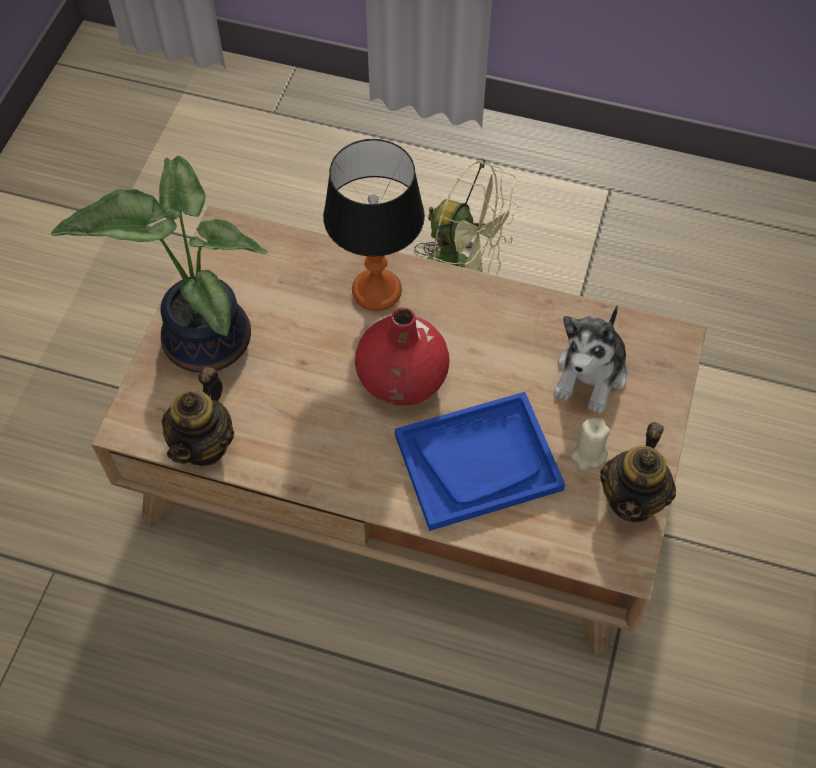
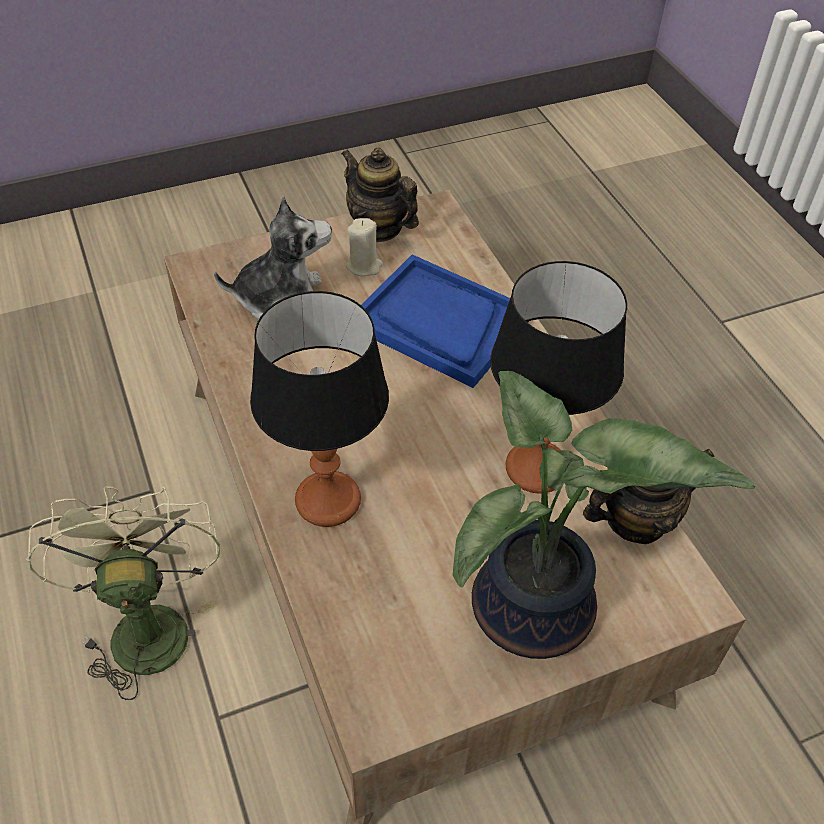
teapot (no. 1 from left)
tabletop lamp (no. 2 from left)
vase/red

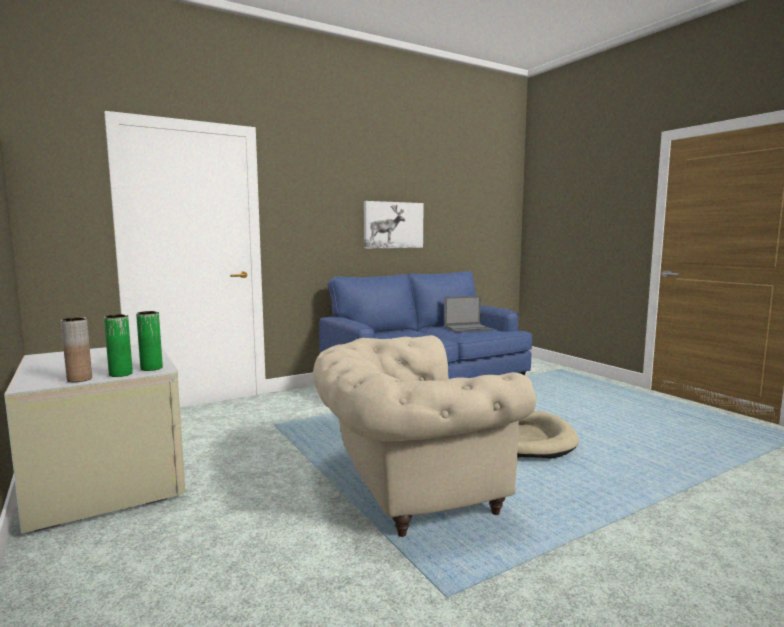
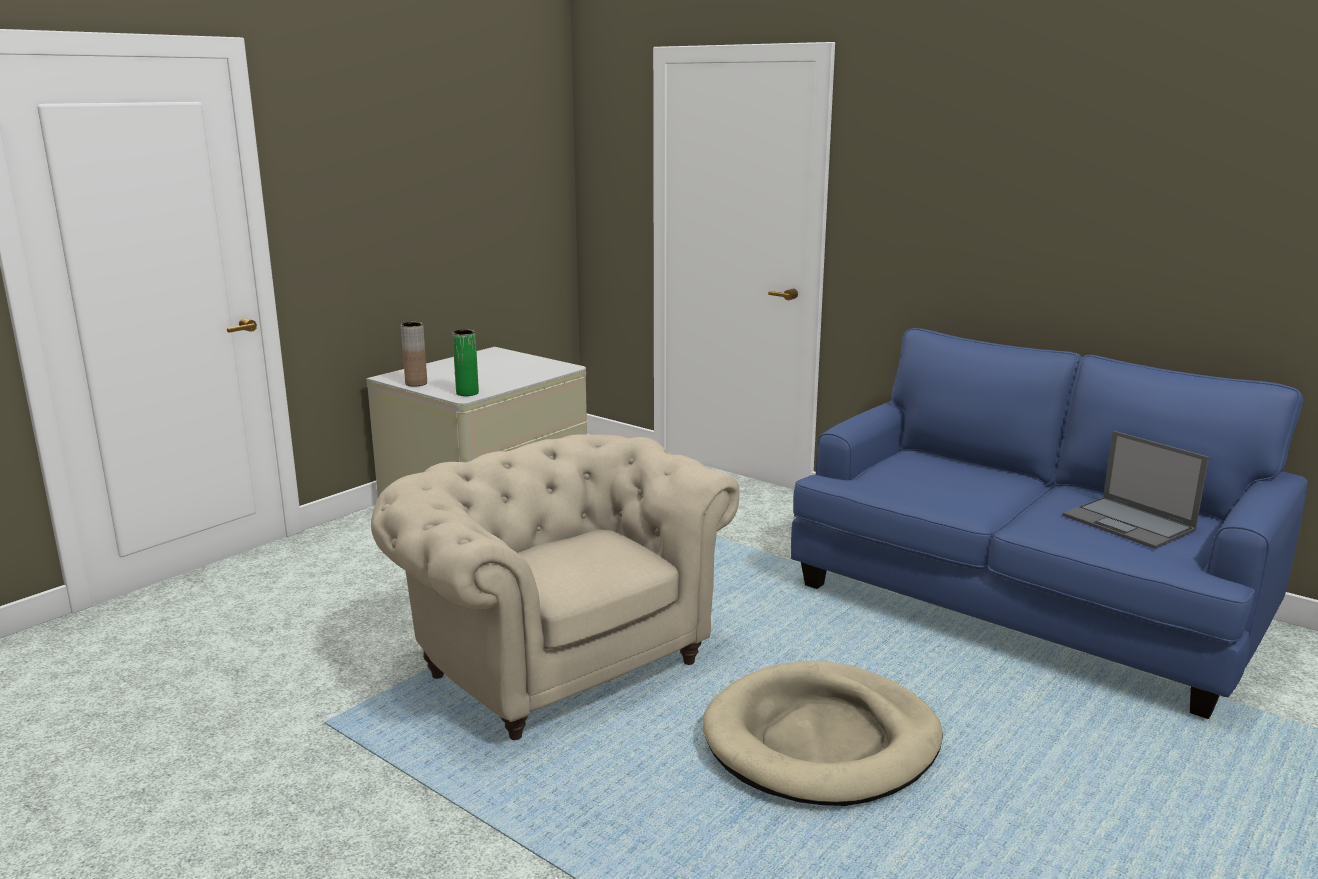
vase/green (no. 1 from left in the first image)
wall picture

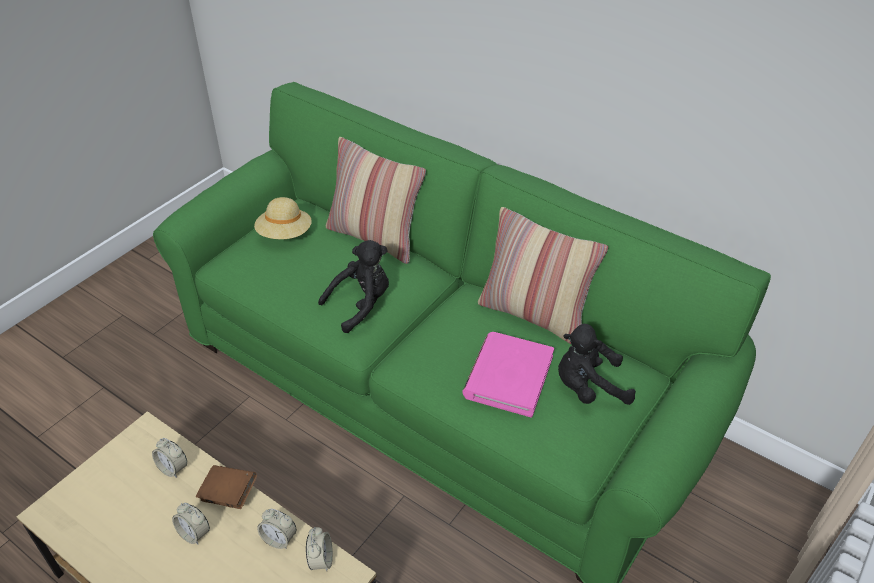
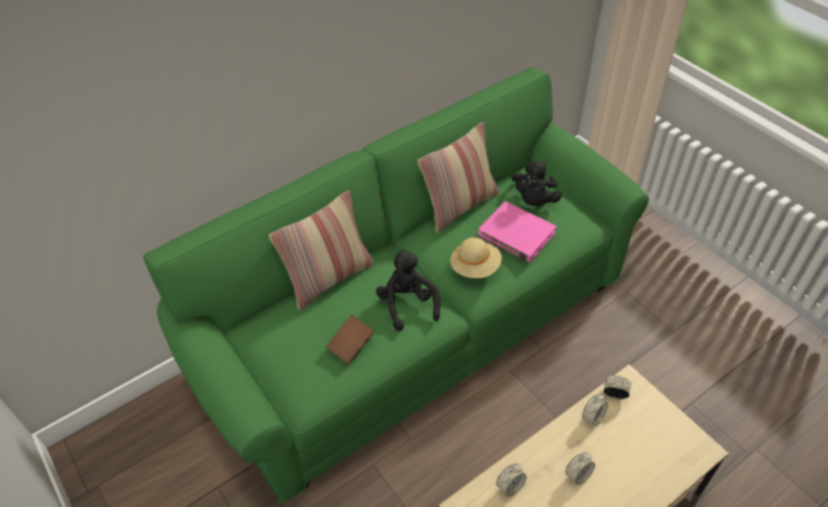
book/brown-coloured
wearable hat/beige-coloured

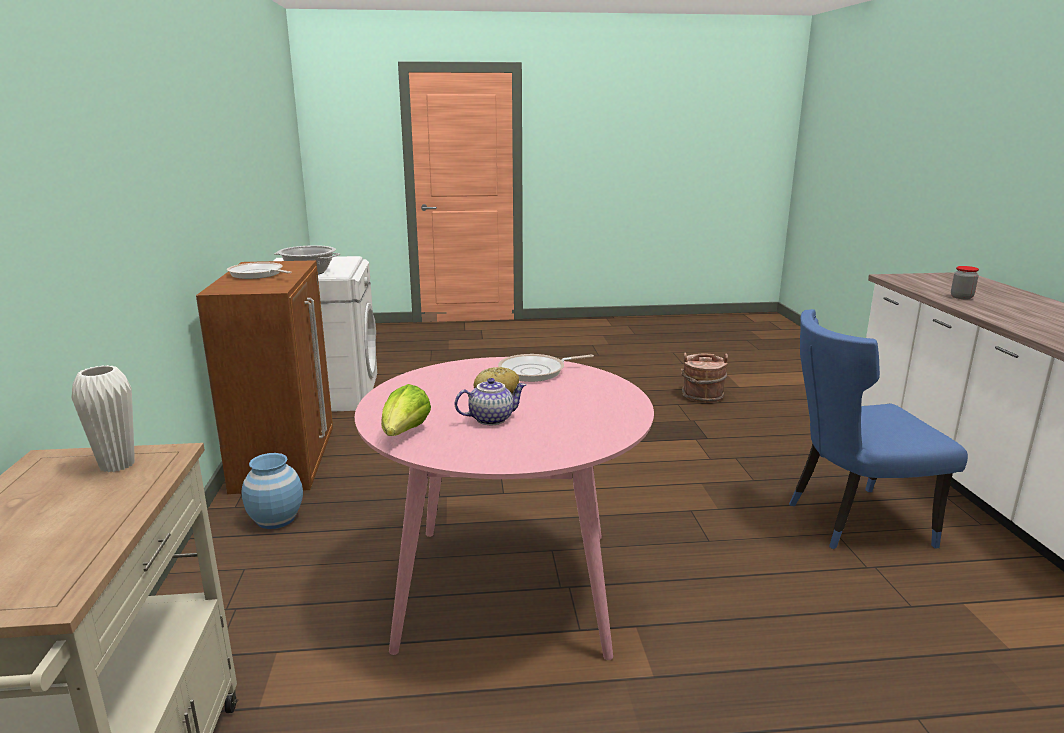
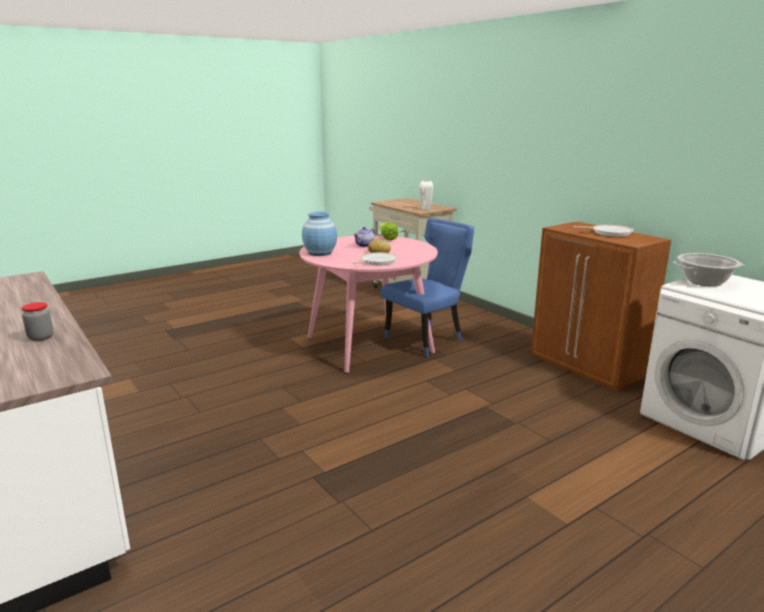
vase/blue
chair/blue
water bucket/brown-coloured

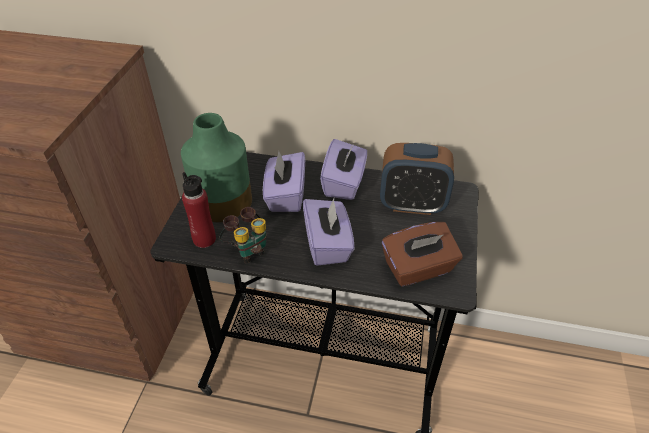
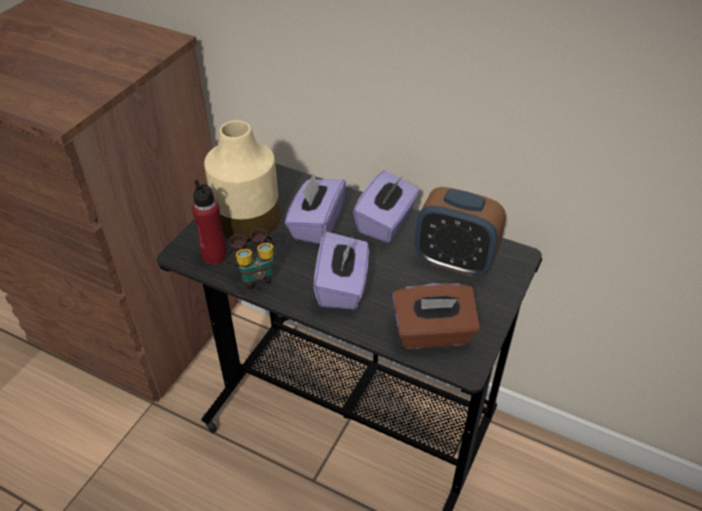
vase/beige-coloured

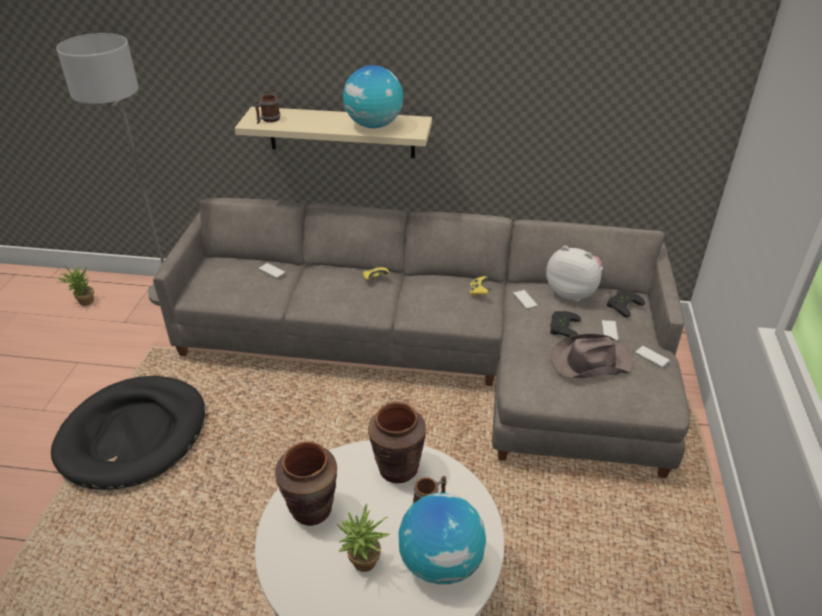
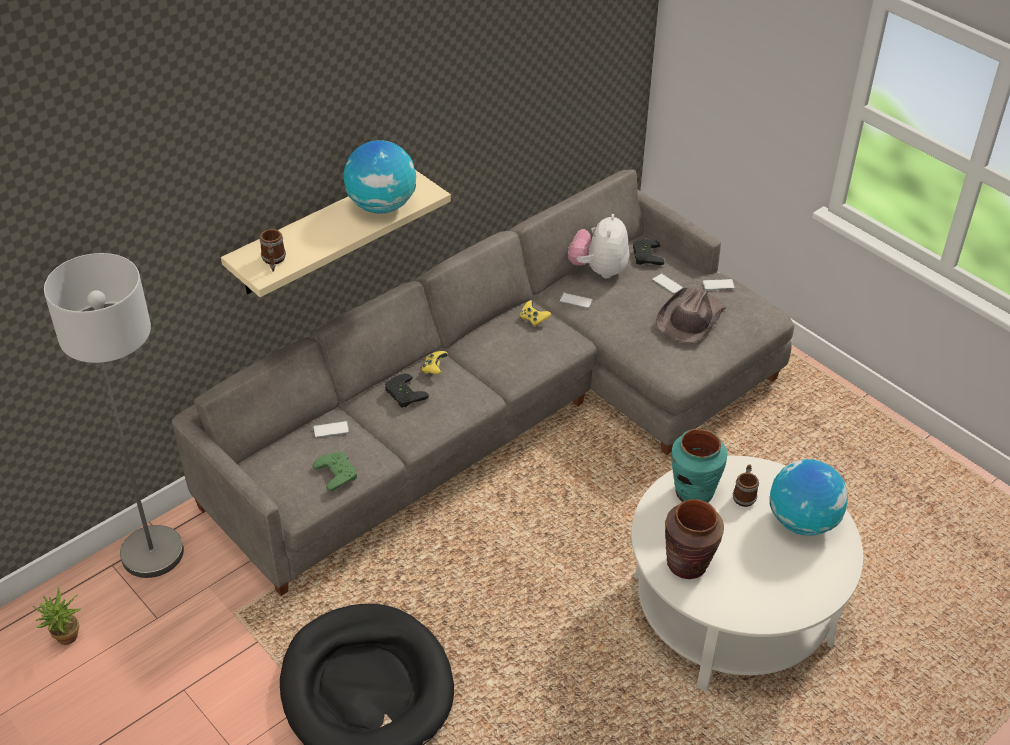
joypad/green
joypad/blackish (no. 1 from left)
soft toy
vase/turquoise
houseplant (no. 2 from left in the first image)

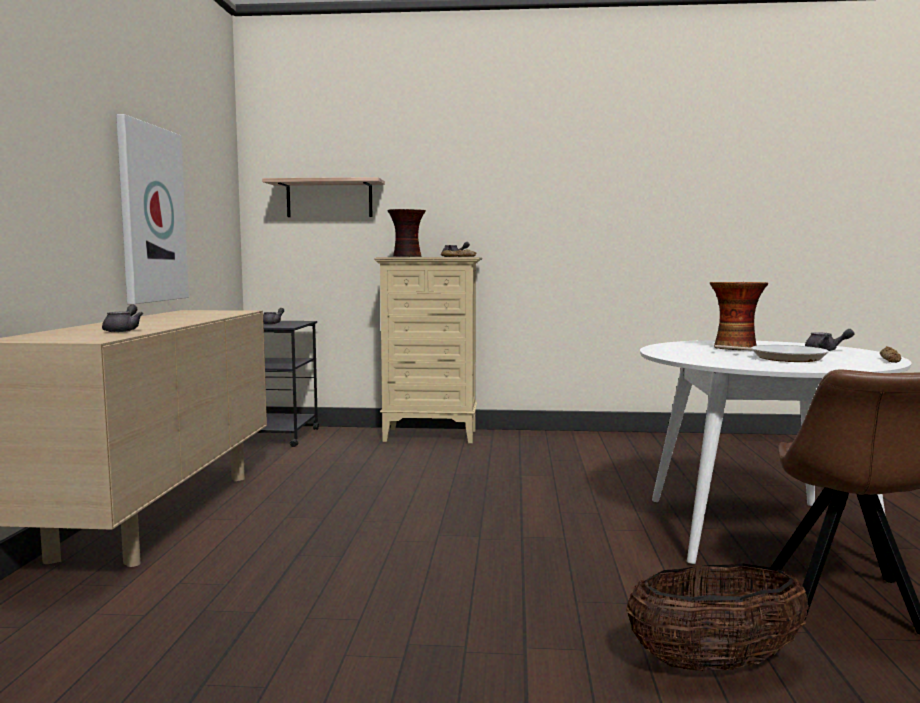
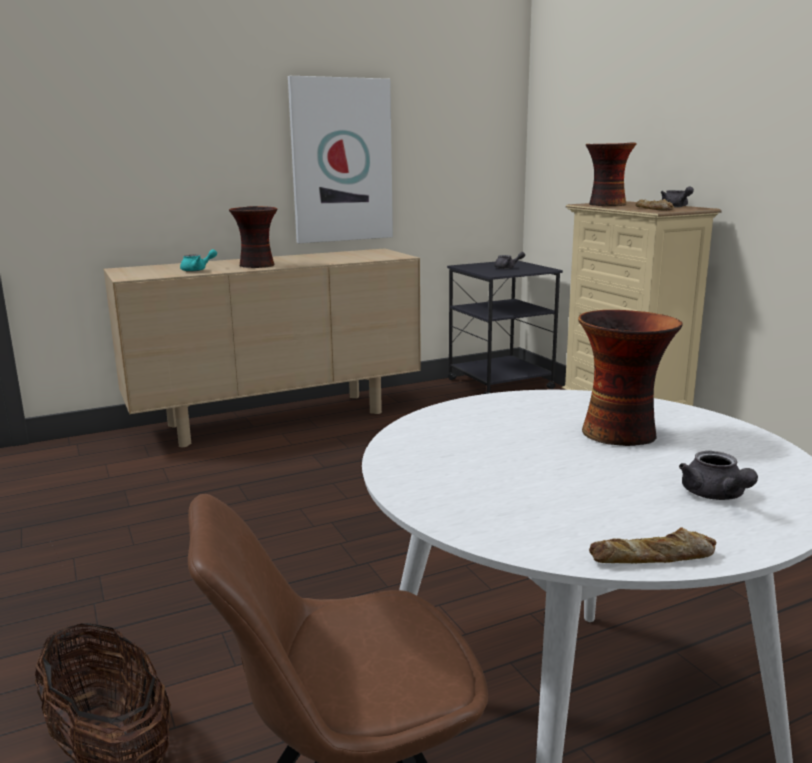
teapot/turquoise
vase (no. 1 from left)
wall shelf
frying pan

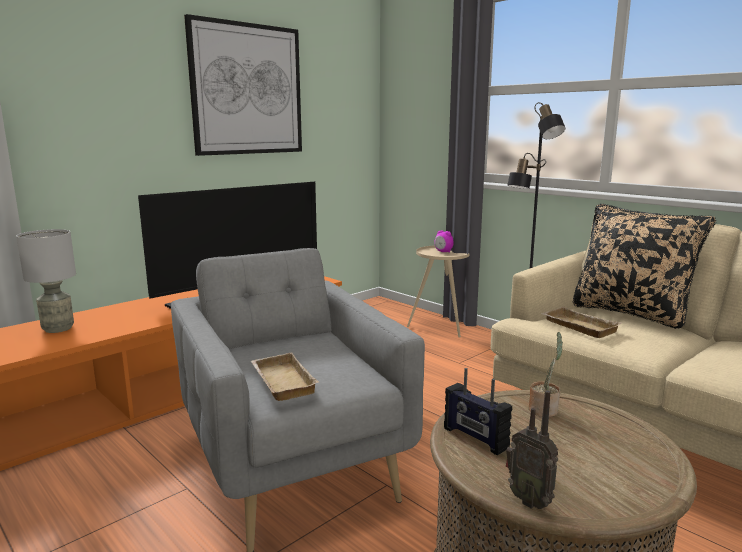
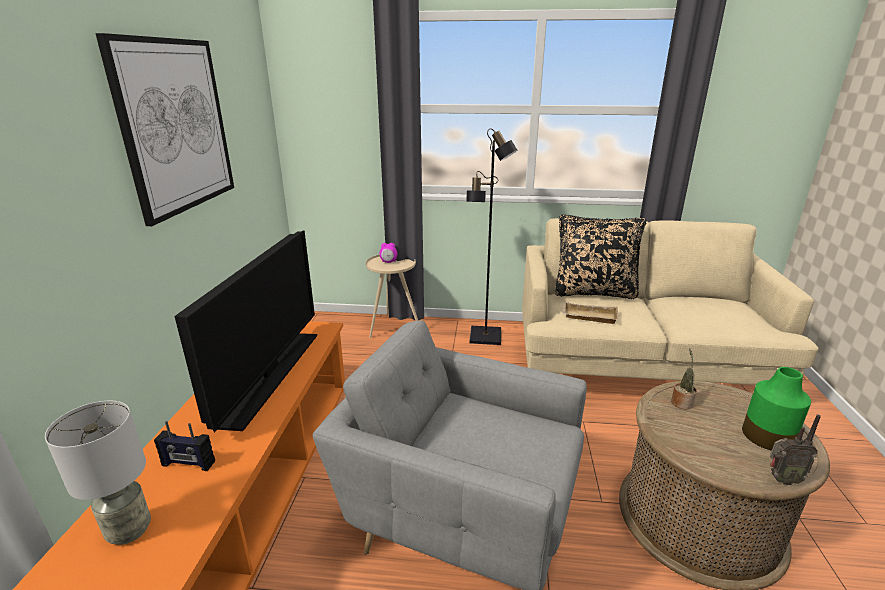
radio (no. 1 from left)
vase/green
carrying tray/beige-coloured (no. 1 from left in the first image)

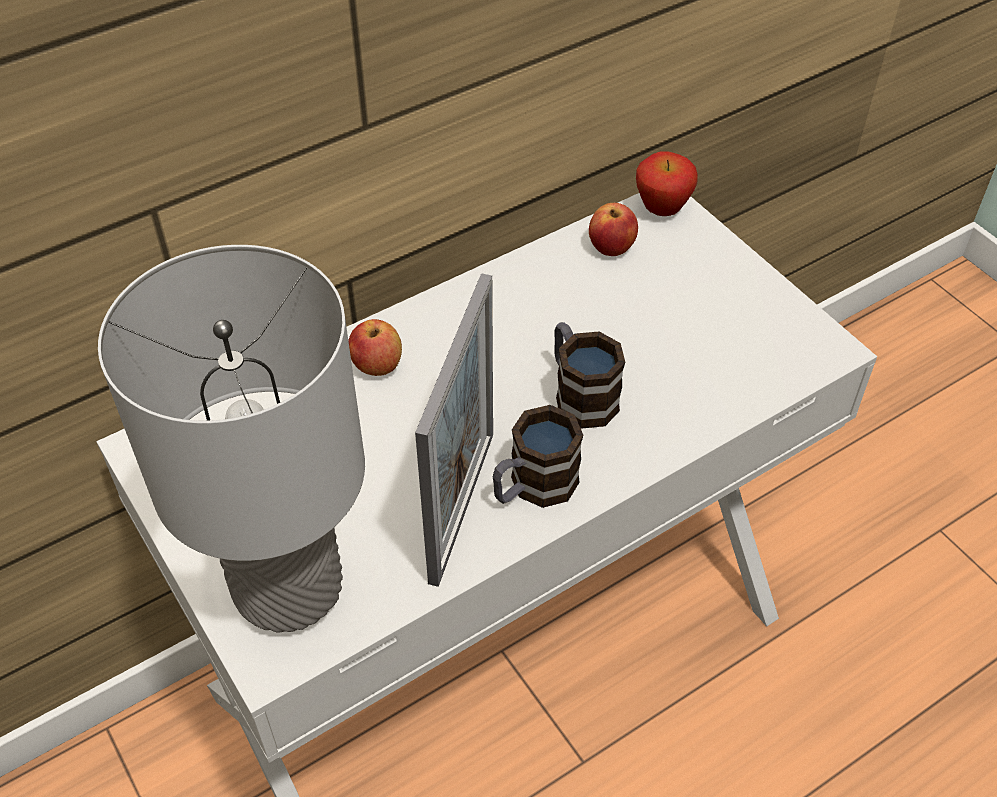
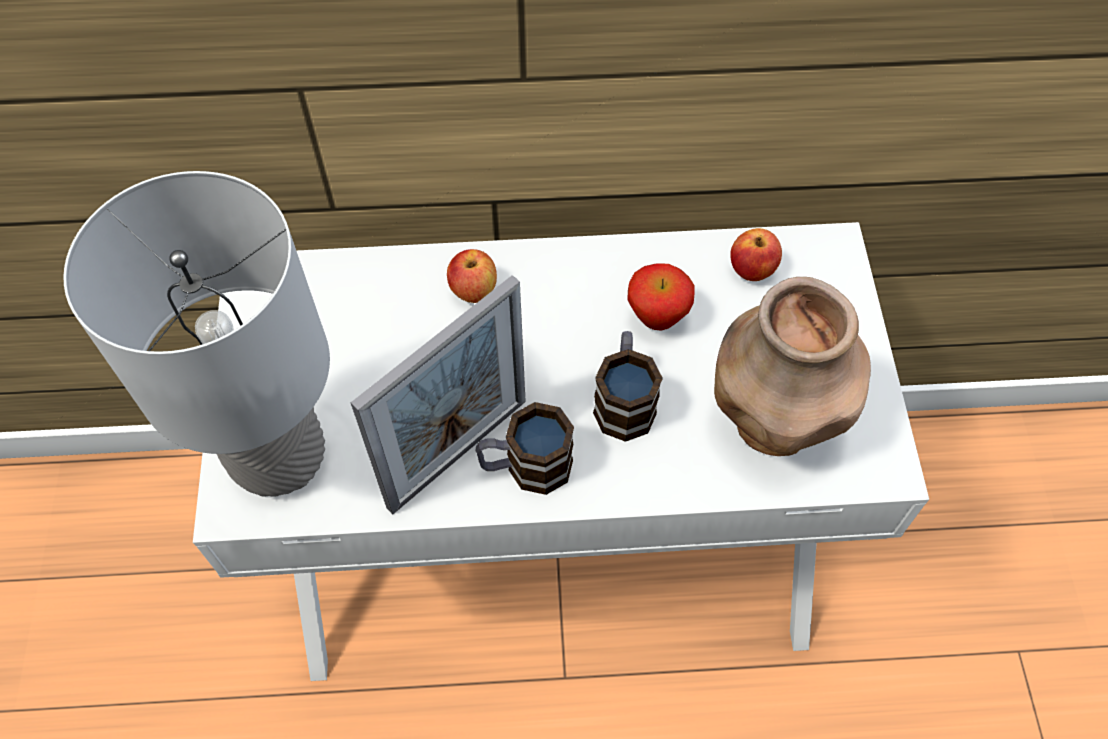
apple fruit (no. 2 from left)
vase/brown-coloured

